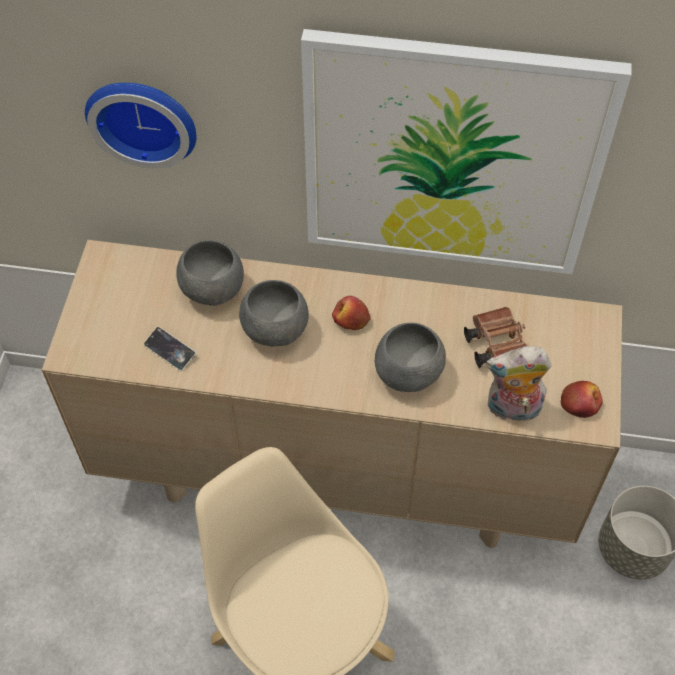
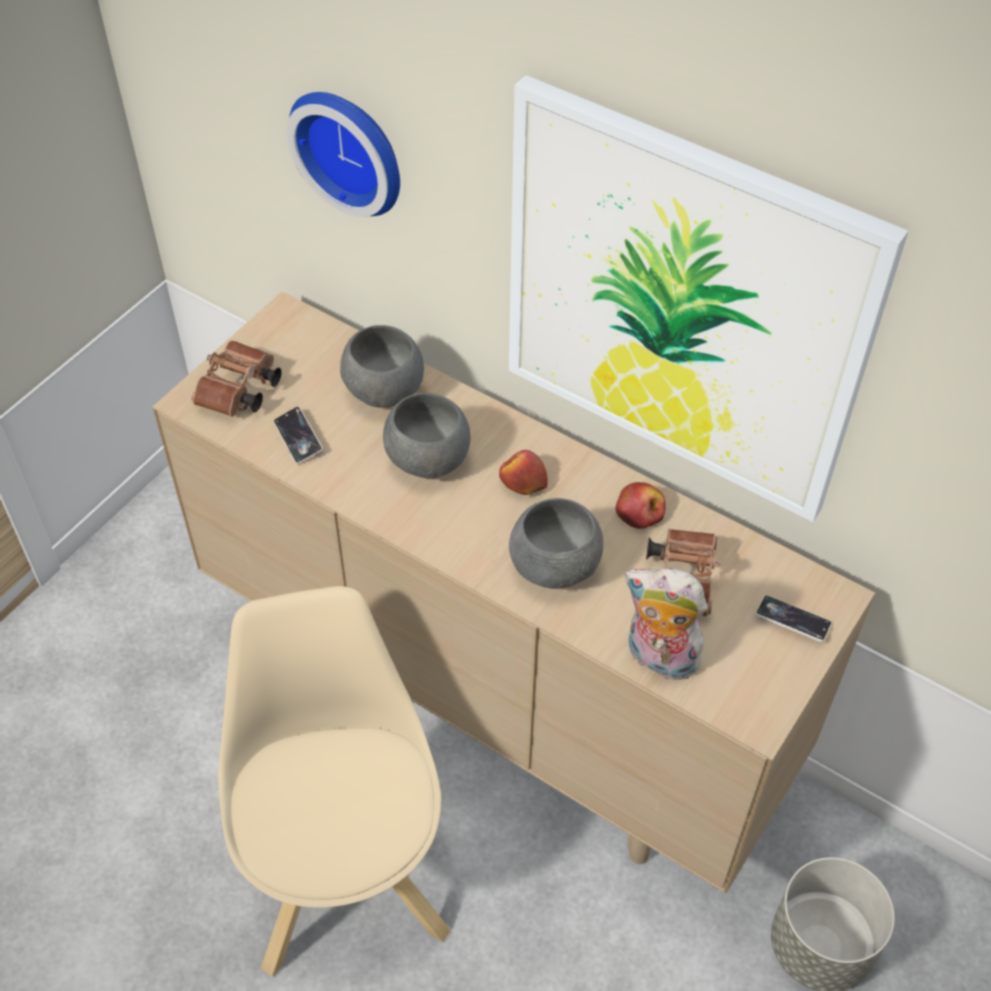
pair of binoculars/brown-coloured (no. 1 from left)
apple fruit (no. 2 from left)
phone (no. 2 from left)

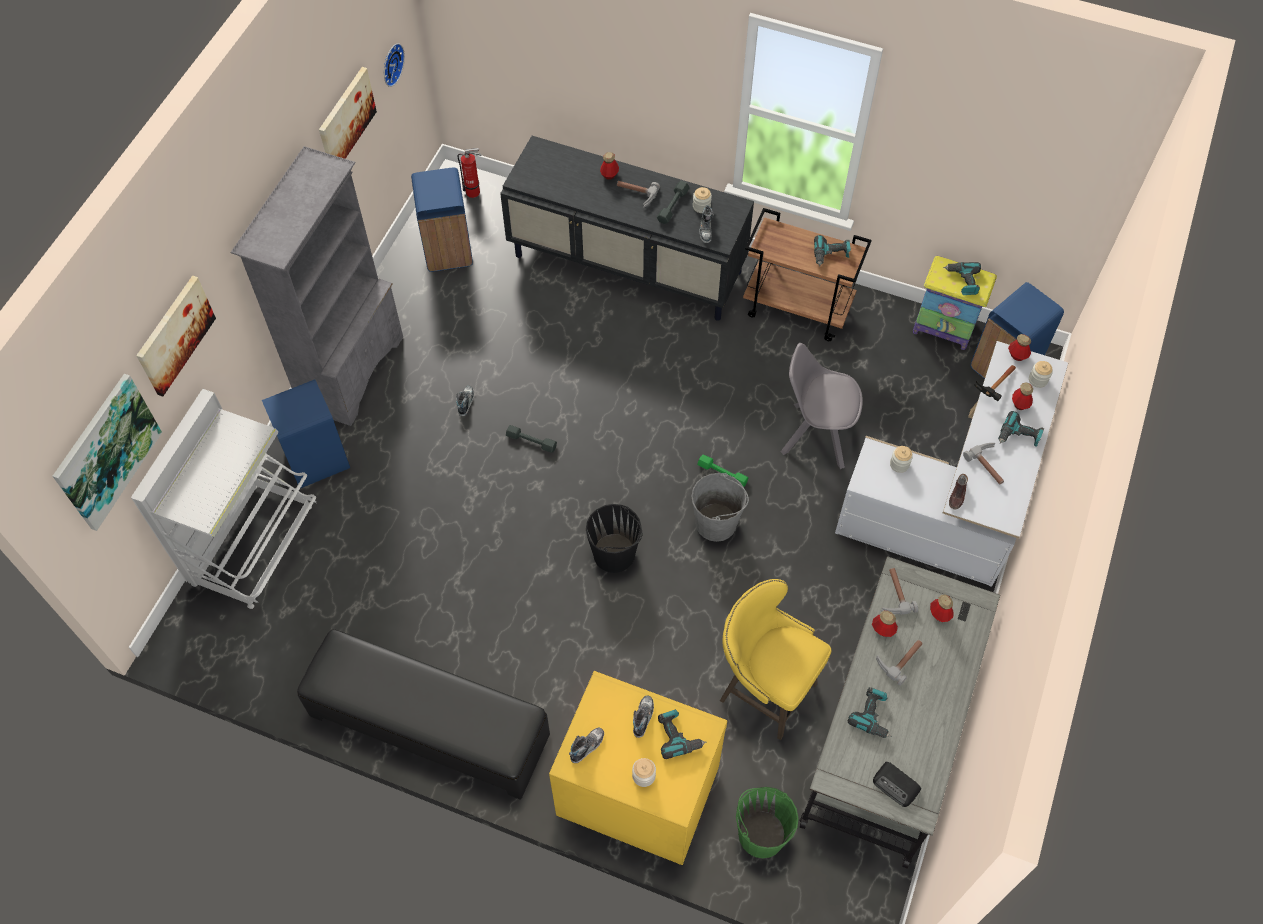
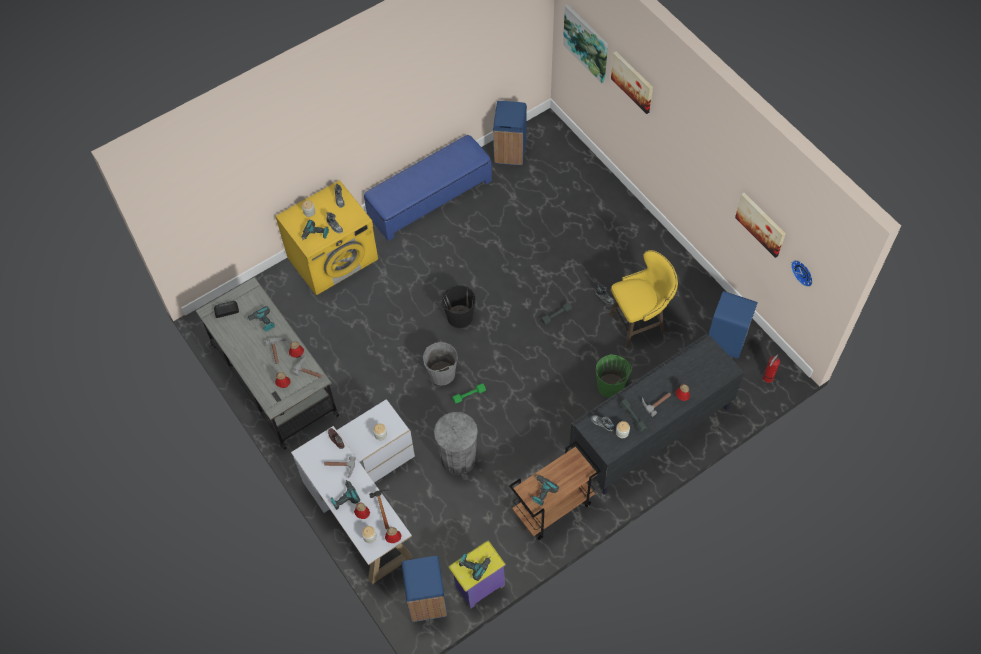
bench/blue
rubbish bin/greyish
rubbish bin/blue (no. 2 from left)
water bucket/green
sitting stool/yellow-coloured
shoe stand/white-coloured
shelving unit/greyish

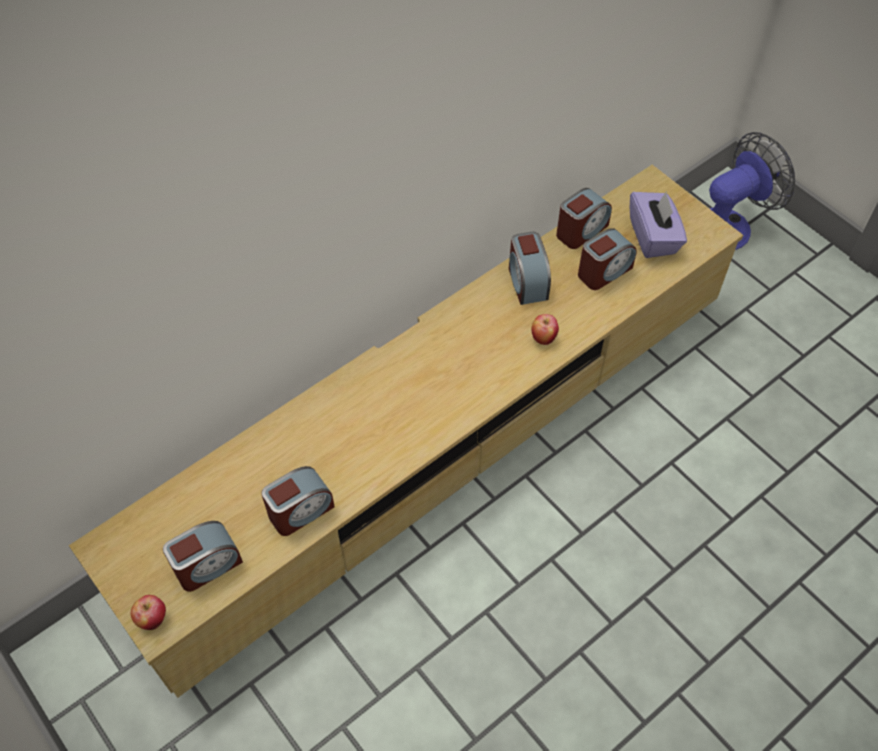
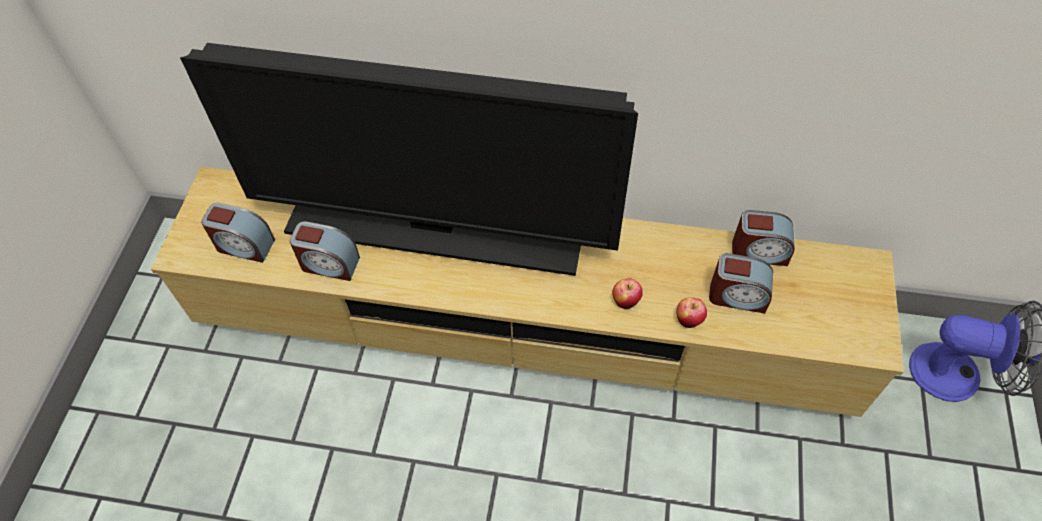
TV
apple fruit (no. 2 from left)
table clock (no. 3 from left in the first image)
tissue holder/purple-coloured

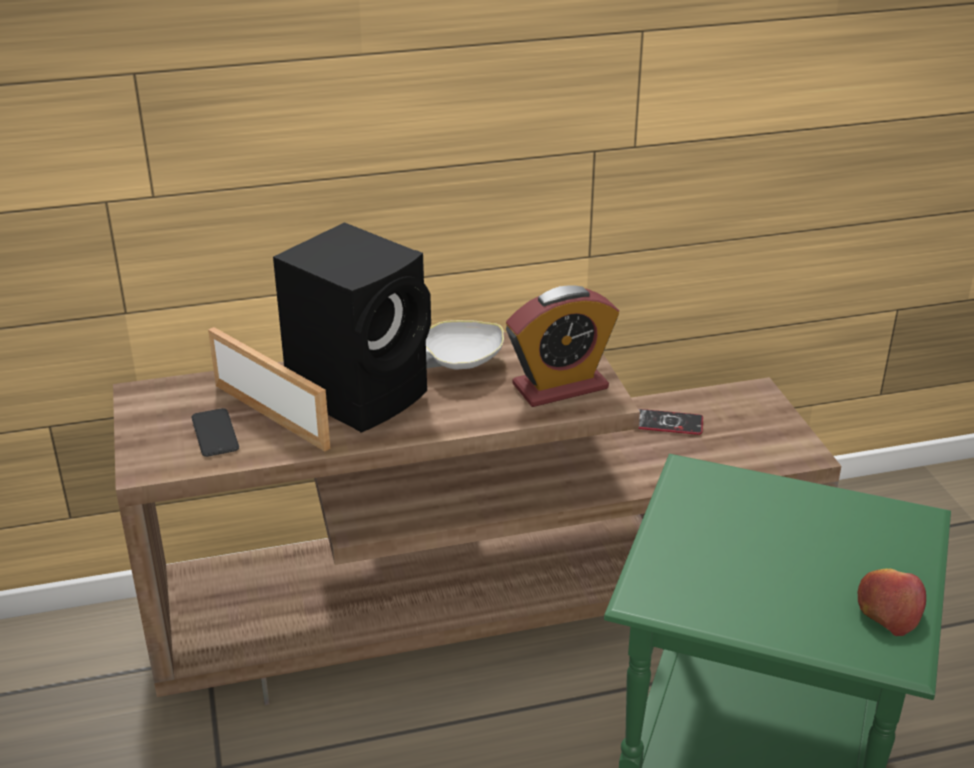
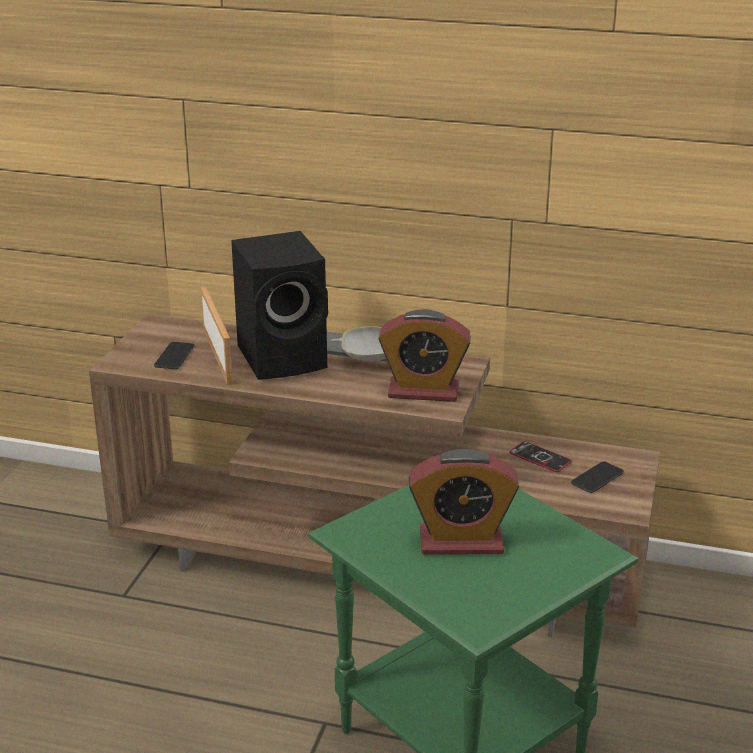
table clock (no. 2 from left)
phone (no. 3 from left)
apple fruit

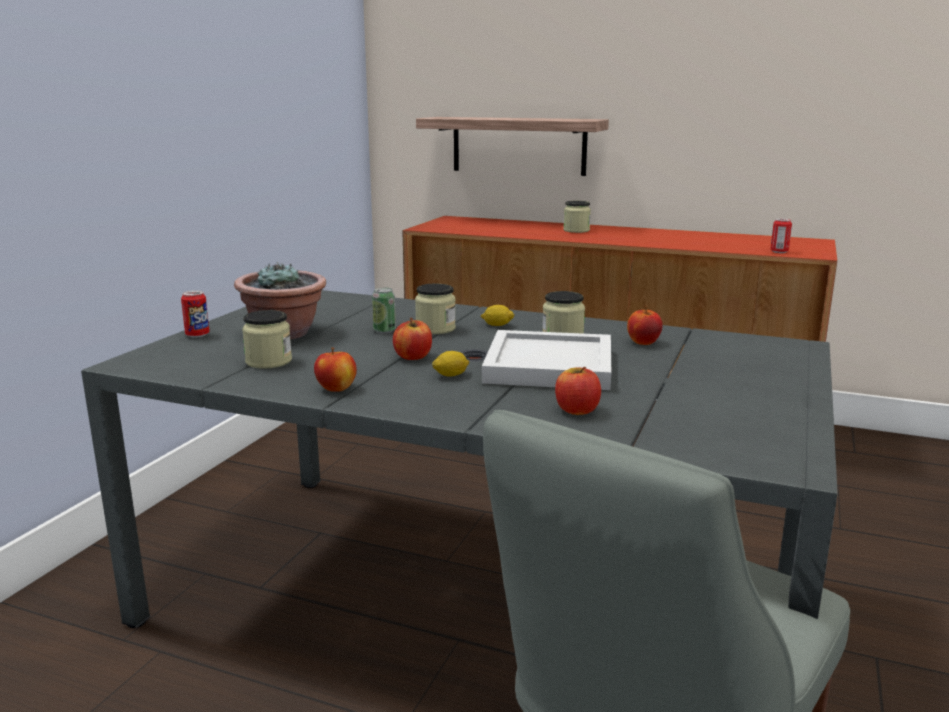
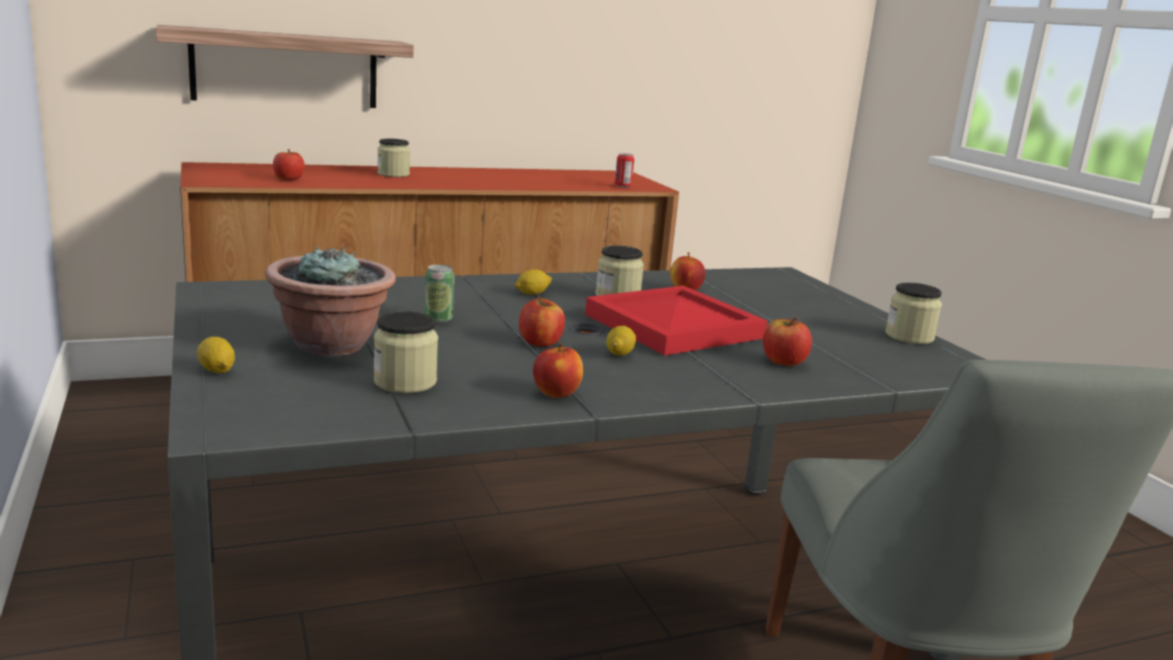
whole lemon (no. 1 from left)
apple fruit (no. 1 from left)
carrying tray/red
jar (no. 4 from left)

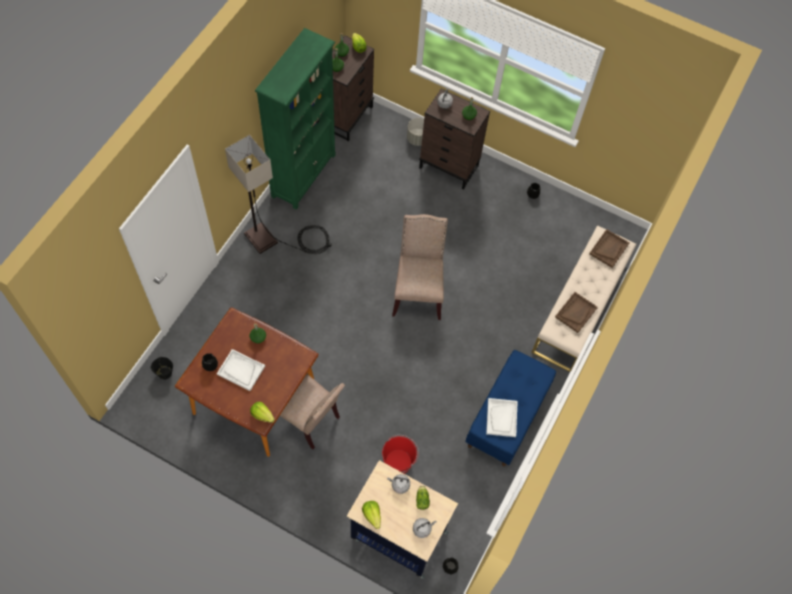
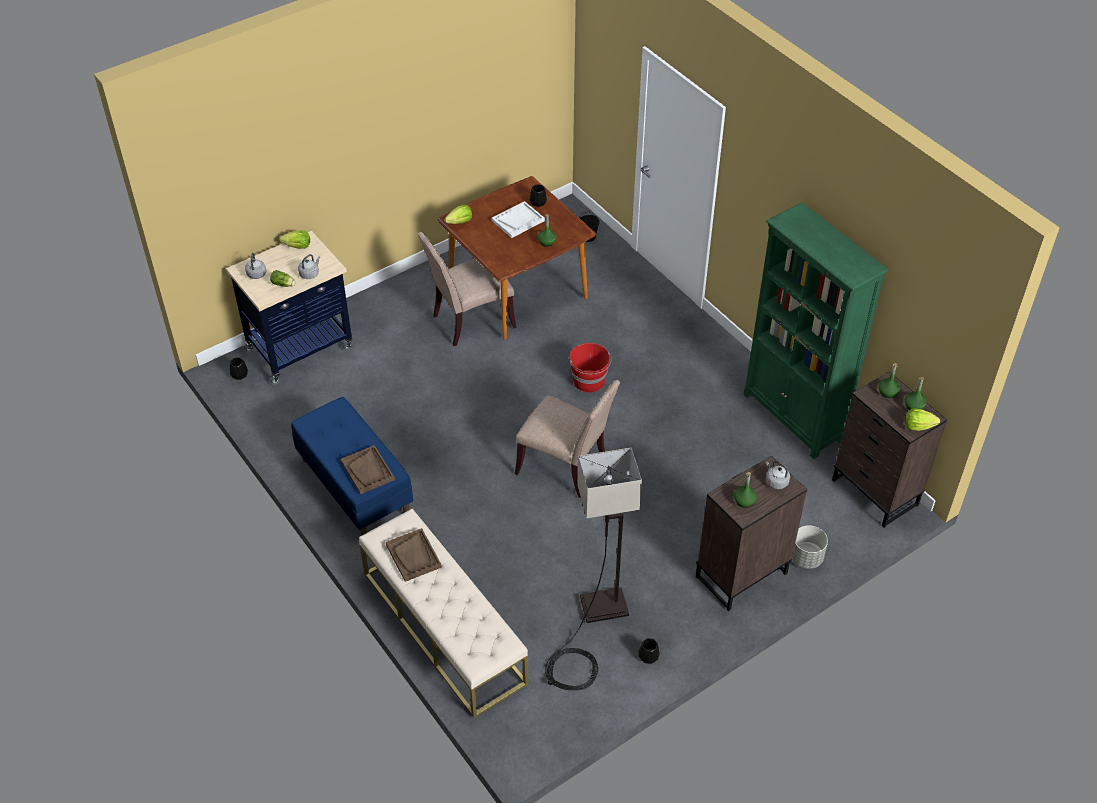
carrying tray/brown-coloured (no. 1 from left)
standard lamp
water bucket/red
carrying tray/white-coloured (no. 2 from left in the first image)

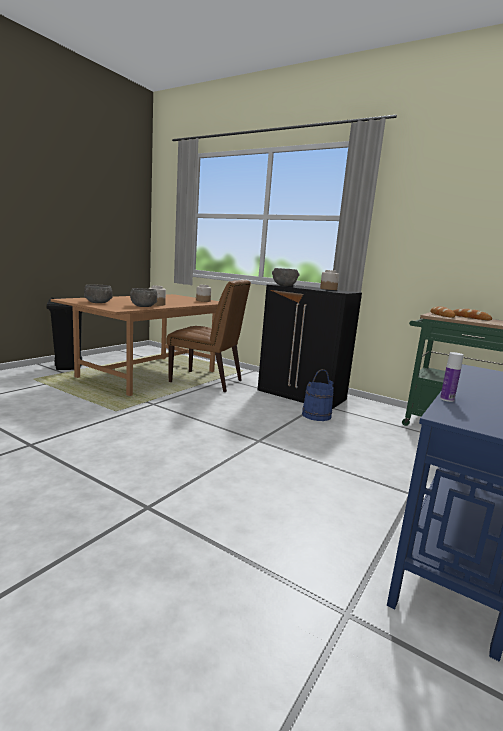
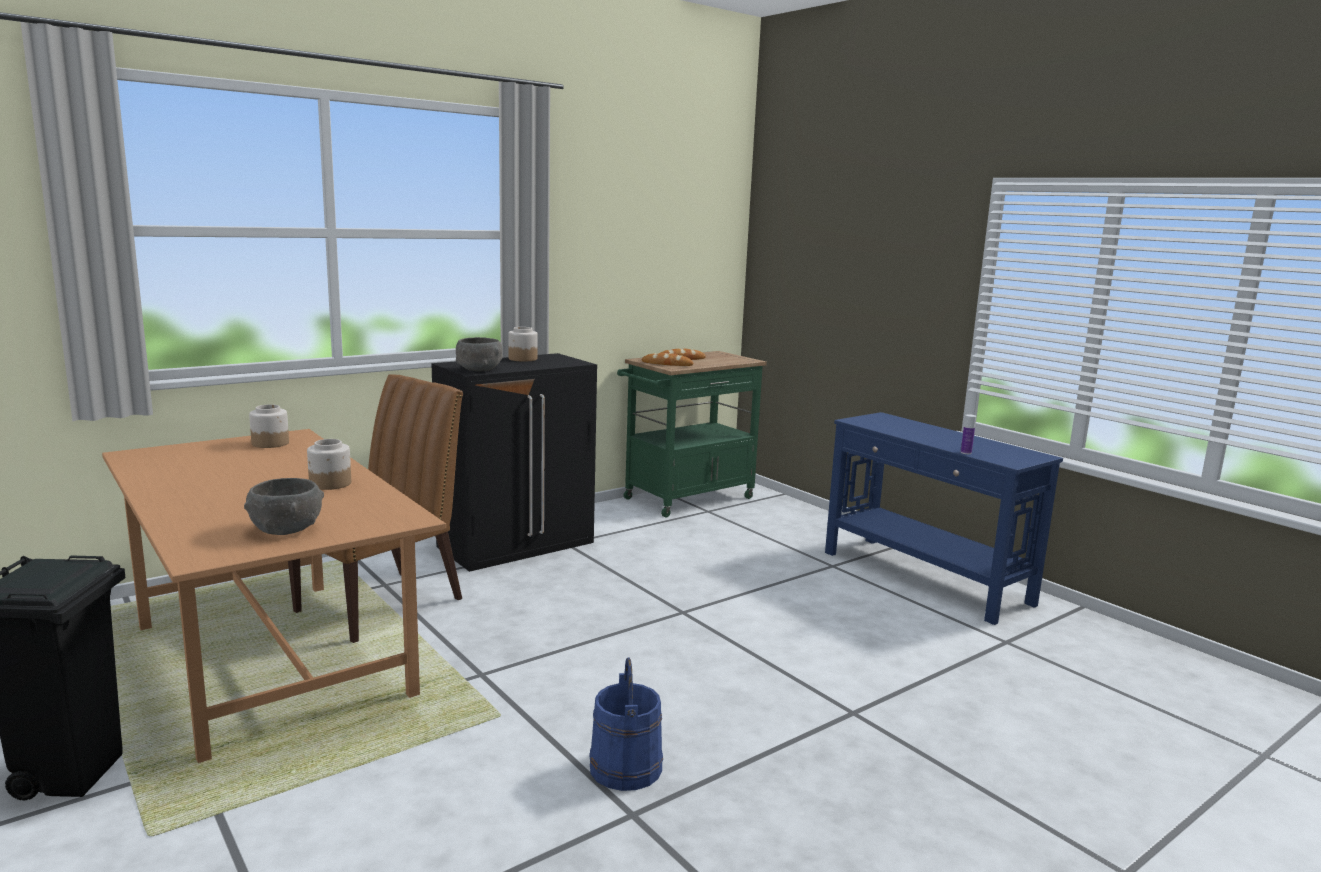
water bucket/blue
serving bowl/greyish (no. 2 from left in the first image)

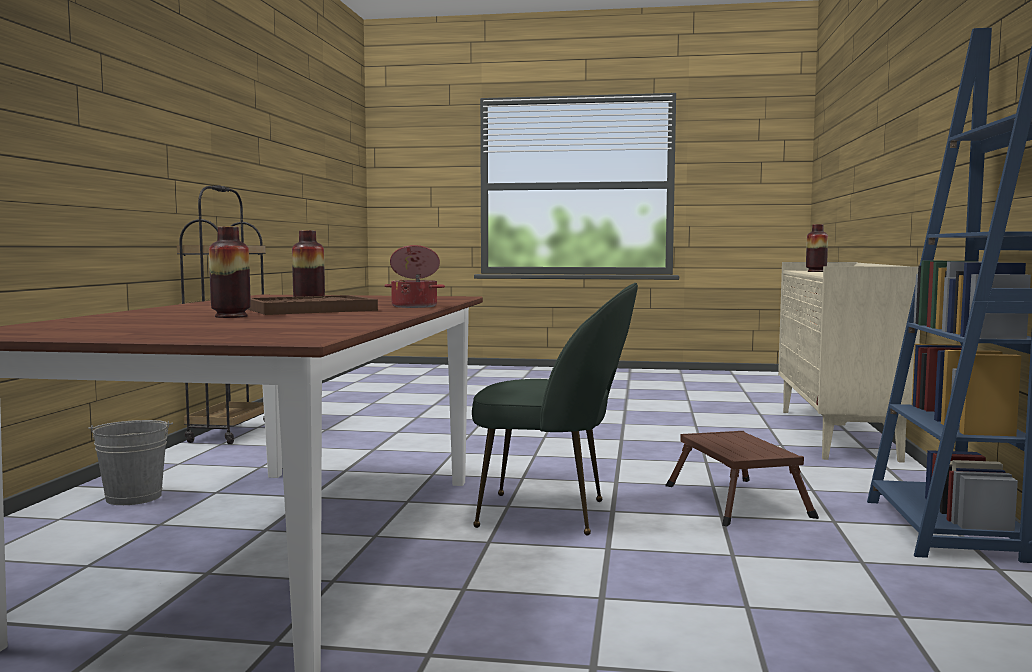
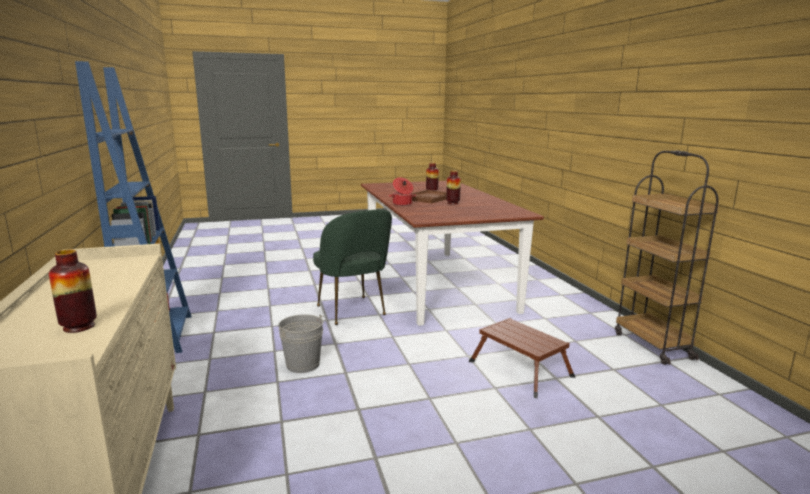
water bucket/greyish
chair/green
step stool/brown-coloured

